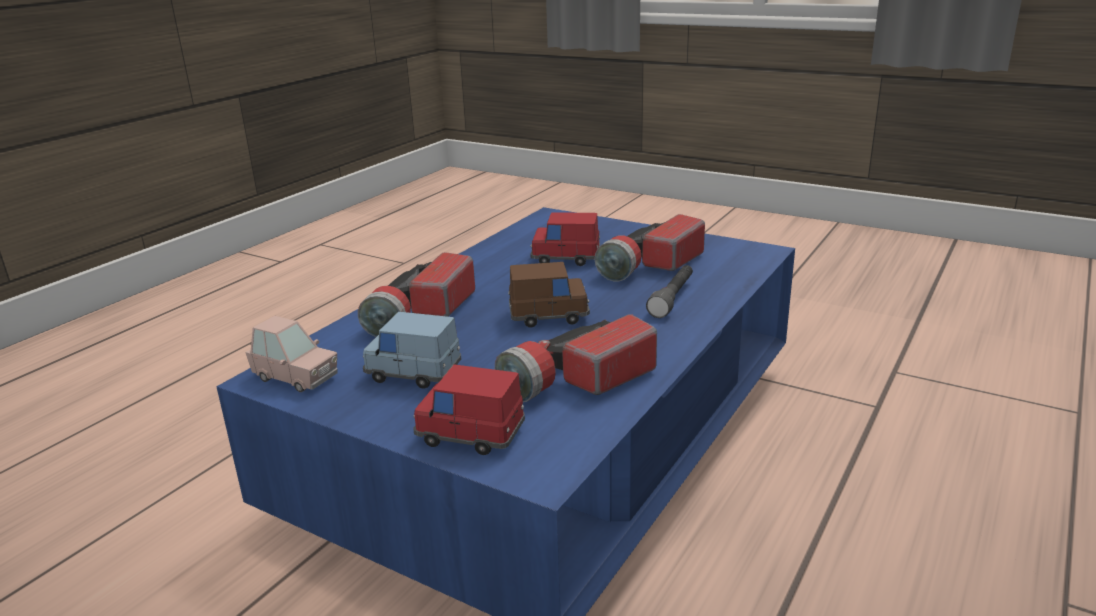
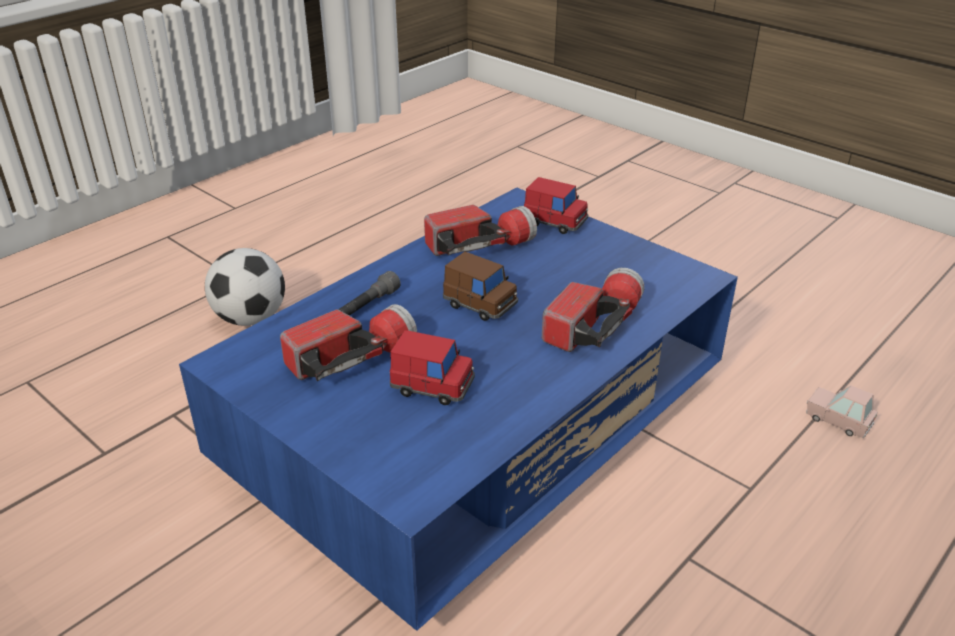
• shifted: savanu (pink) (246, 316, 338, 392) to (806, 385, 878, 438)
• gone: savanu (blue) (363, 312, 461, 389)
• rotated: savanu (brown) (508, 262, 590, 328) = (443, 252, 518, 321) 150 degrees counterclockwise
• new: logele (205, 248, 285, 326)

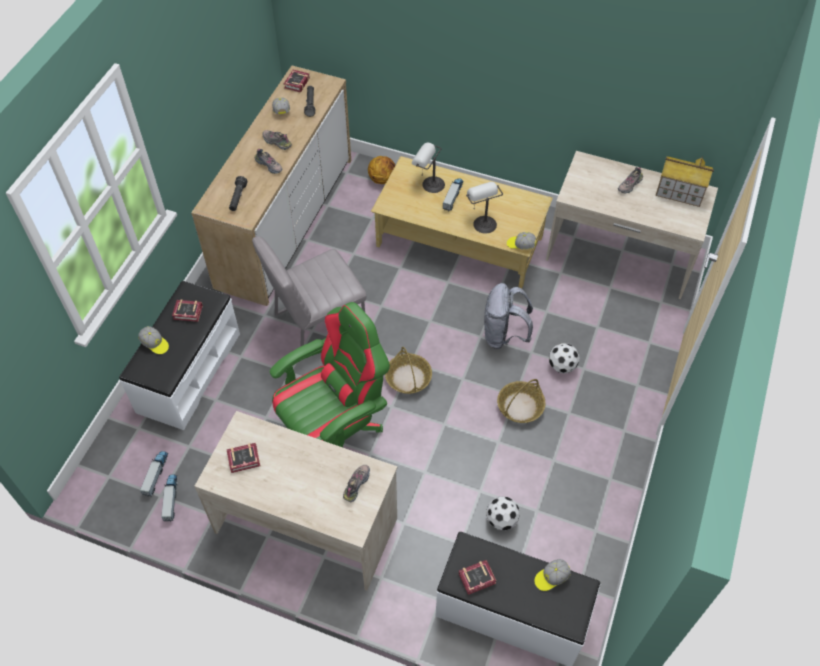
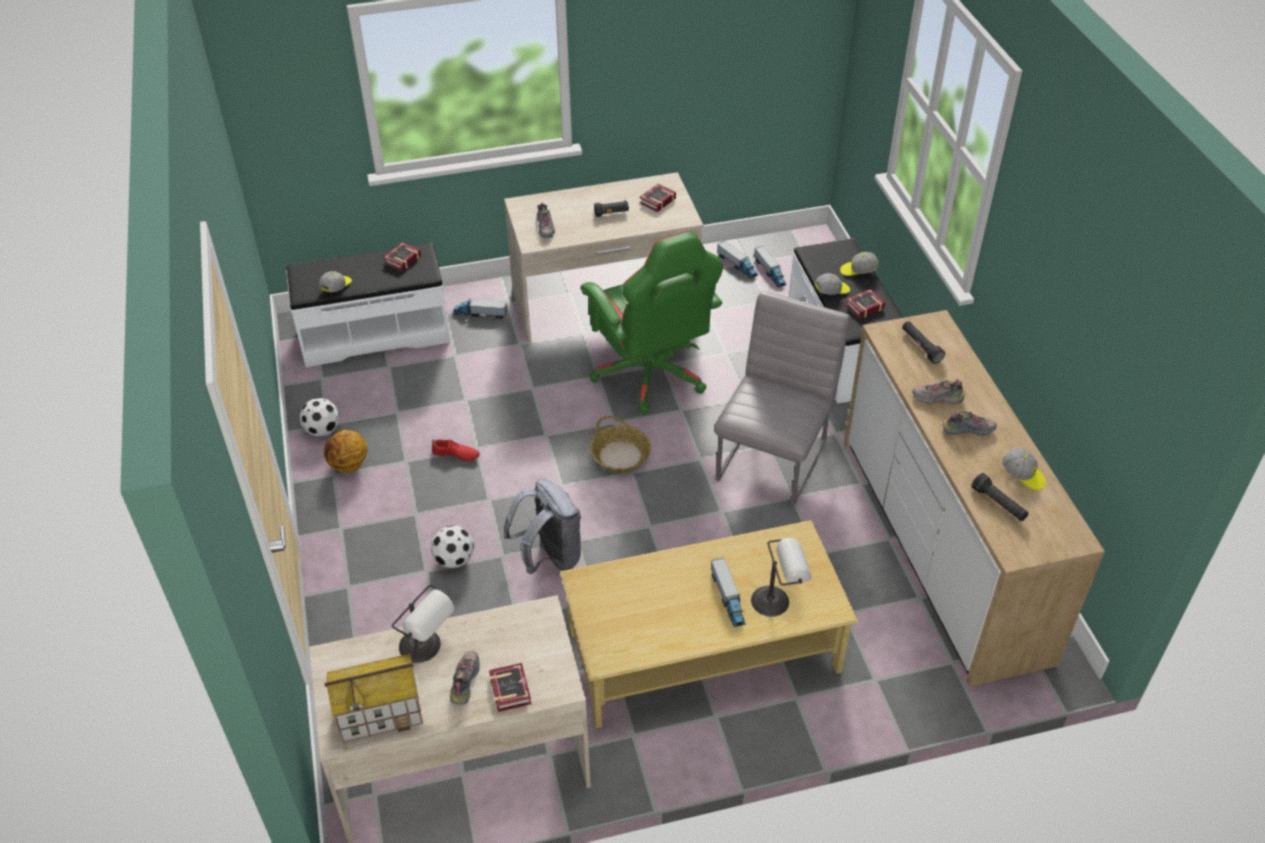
• rotated: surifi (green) (270, 302, 390, 448) = (580, 231, 723, 414) 45 degrees counterclockwise
• shifted: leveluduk (284, 70, 310, 93) to (489, 663, 531, 712)
• shifted: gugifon (368, 156, 395, 184) to (324, 430, 368, 473)
• shifted: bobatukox (466, 182, 503, 234) to (392, 585, 454, 663)
• shifted: logele (486, 496, 520, 530) to (299, 398, 339, 437)
• gone: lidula (497, 379, 546, 423)
• shifted: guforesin (507, 232, 537, 250) to (814, 273, 850, 295)
• new: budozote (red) (432, 439, 480, 461)
• new: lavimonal (453, 298, 508, 319)
• new: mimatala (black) (594, 200, 629, 217)

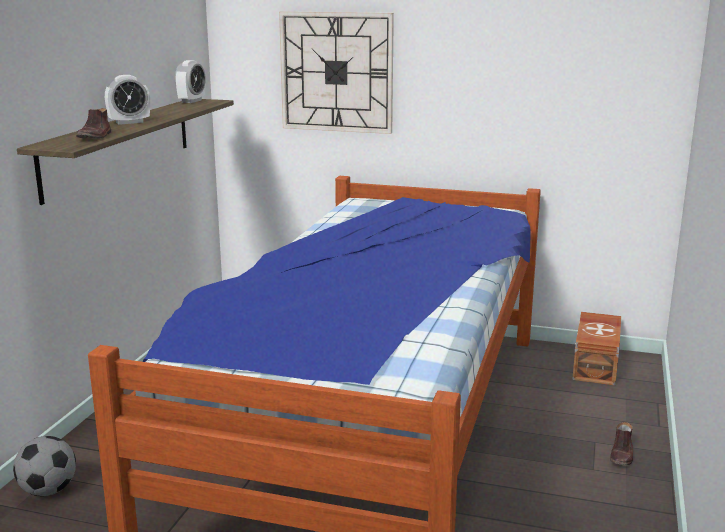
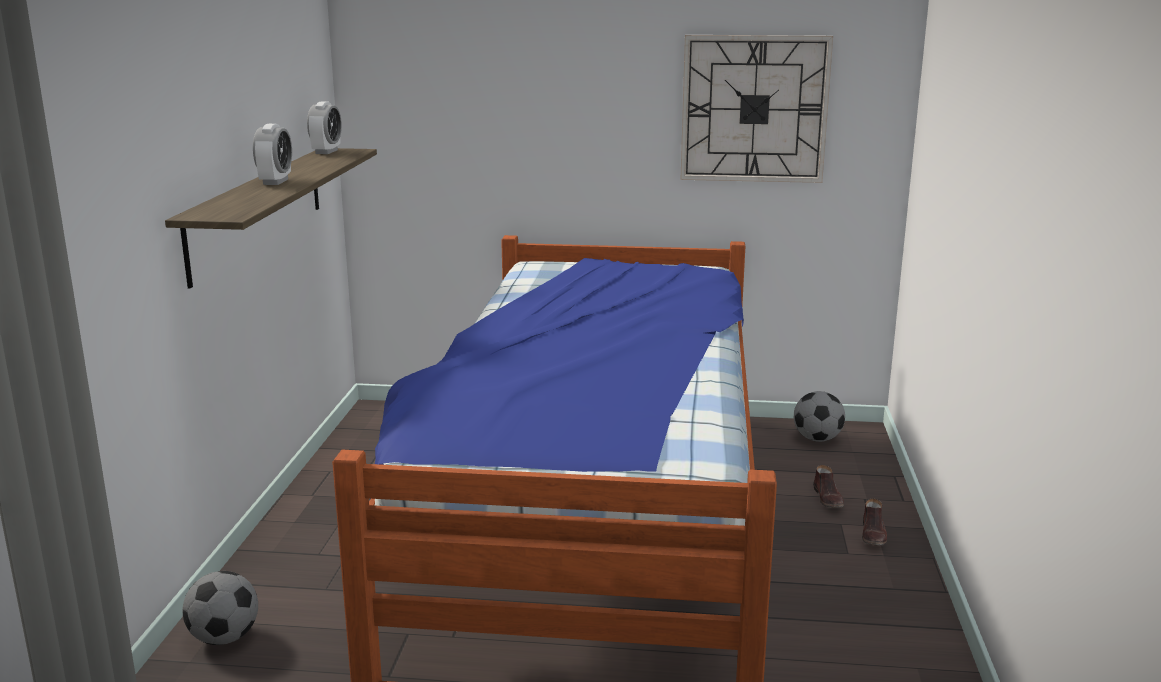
• shifted: budozote (brown) (76, 108, 111, 139) to (813, 465, 844, 508)
• rotated: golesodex (105, 75, 150, 125) = (253, 124, 292, 185) 45 degrees counterclockwise
• shifted: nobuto (279, 11, 394, 134) to (680, 35, 833, 183)
• swapped: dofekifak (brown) (572, 312, 621, 385) to logele (794, 391, 845, 442)

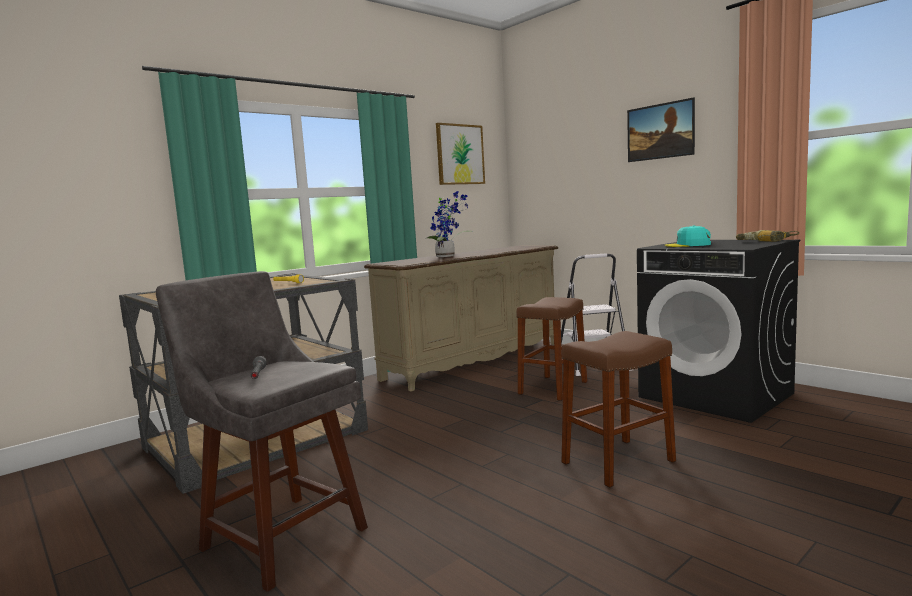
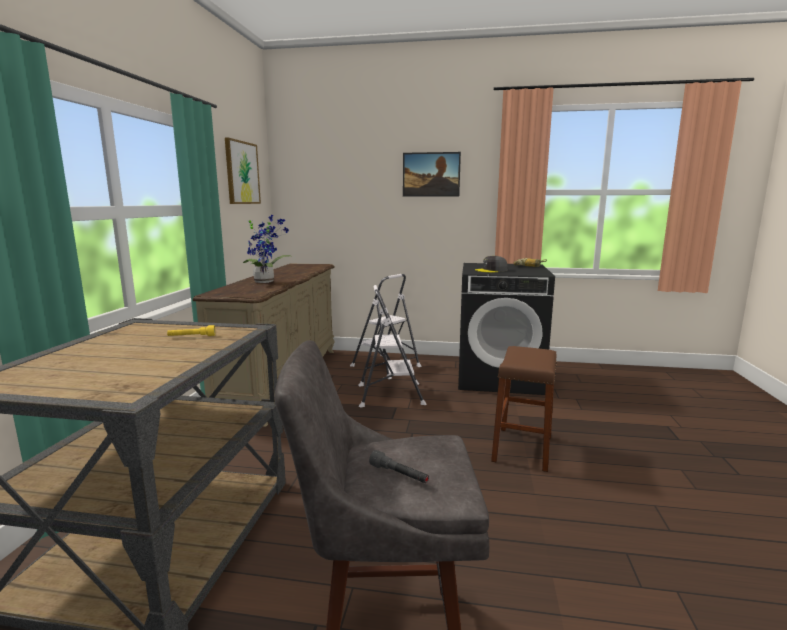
• swapped: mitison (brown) (517, 297, 587, 401) to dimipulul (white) (358, 285, 426, 407)
• repainted: guforesin (turquoise) (664, 225, 711, 247) to guforesin (grey) (475, 256, 508, 273)

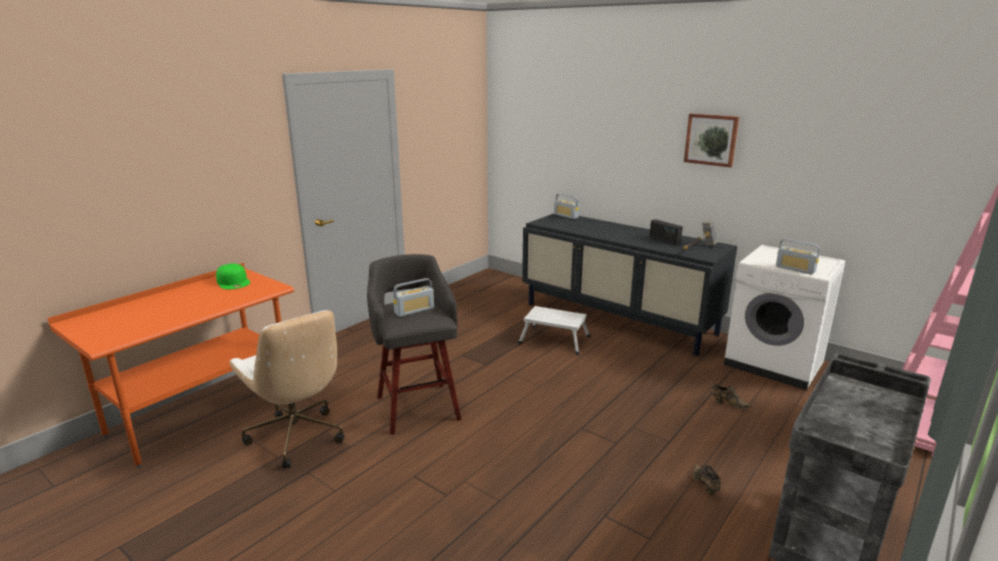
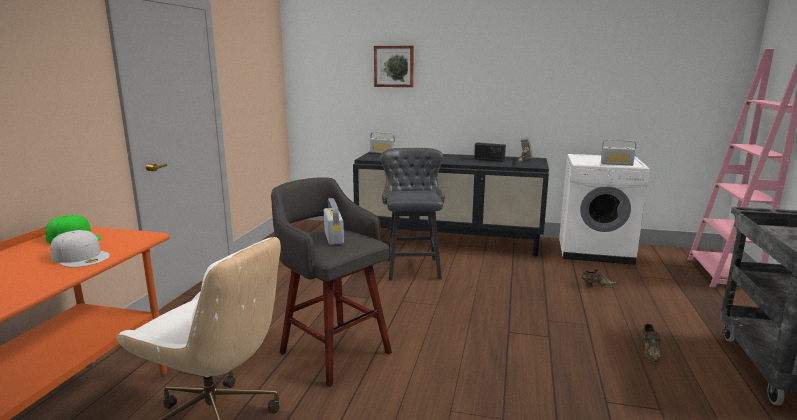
• rotated: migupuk (393, 278, 434, 317) = (324, 198, 344, 245) 45 degrees counterclockwise
• swapped: dimipulul (white) (517, 306, 591, 356) to mitison (grey) (380, 148, 445, 280)
• shifted: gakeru (684, 113, 739, 167) to (374, 46, 414, 87)
• rotated: budozote (brown) (693, 464, 721, 495) = (642, 324, 662, 362) 135 degrees counterclockwise
• new: guforesin (white) (50, 230, 110, 268)

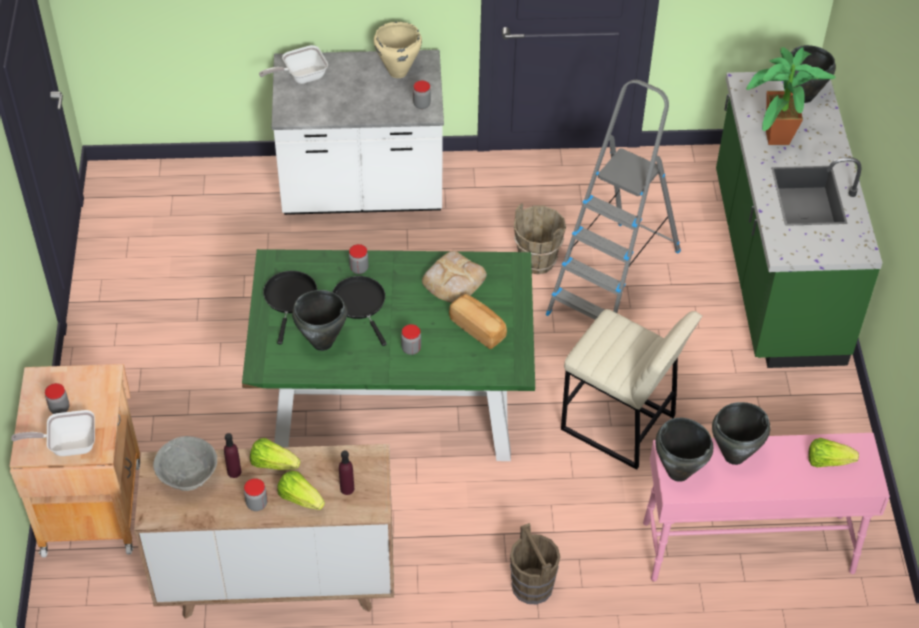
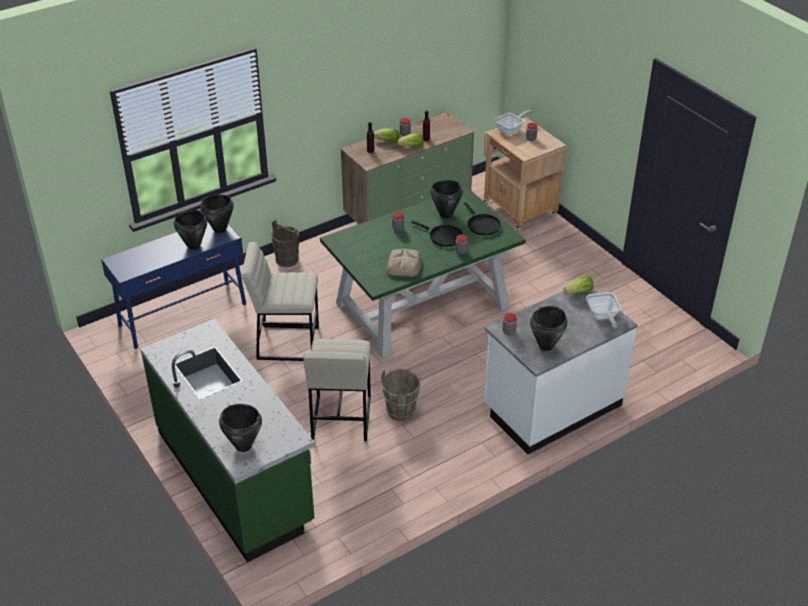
• gone: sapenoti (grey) (153, 436, 217, 491)
• rotated: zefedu (259, 45, 328, 84) = (586, 292, 621, 328) 135 degrees clockwise
• repainted: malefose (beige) (374, 22, 422, 78) to malefose (black) (530, 306, 567, 351)
• gone: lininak (449, 294, 507, 349)
• swapped: dimipulul (grey) (546, 80, 681, 320) to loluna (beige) (303, 339, 371, 441)
• repainted: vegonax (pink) (643, 433, 890, 582) to vegonax (blue) (101, 221, 246, 349)
• gone: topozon (746, 47, 835, 145)
• shifted: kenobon (808, 438, 859, 467) to (564, 275, 594, 294)

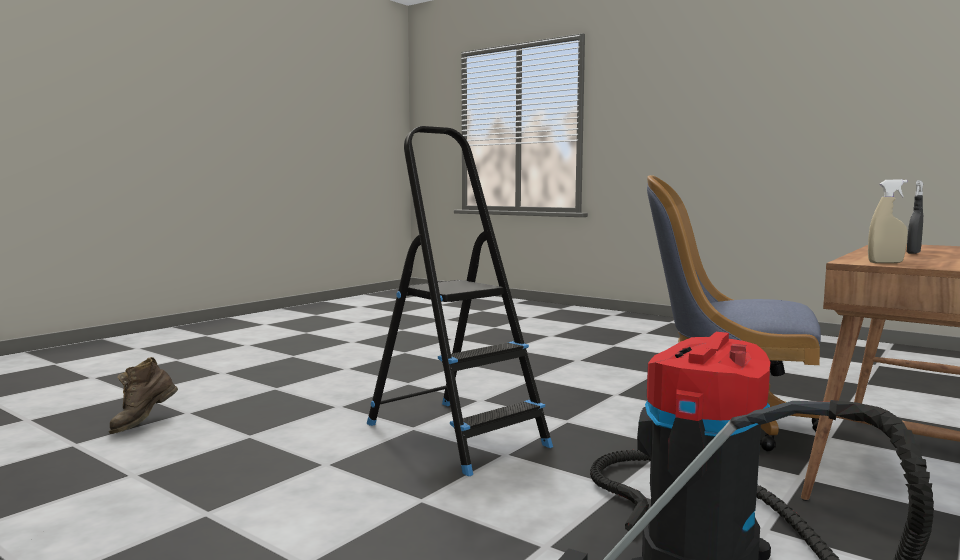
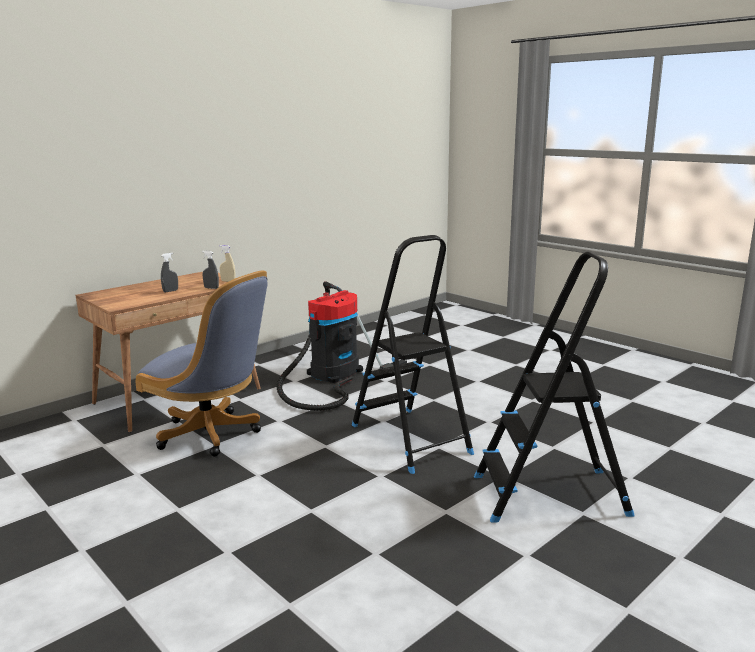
• gone: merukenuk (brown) (109, 357, 178, 434)
• new: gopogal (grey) (202, 250, 219, 289)
• new: dimipulul (black) (474, 252, 635, 522)

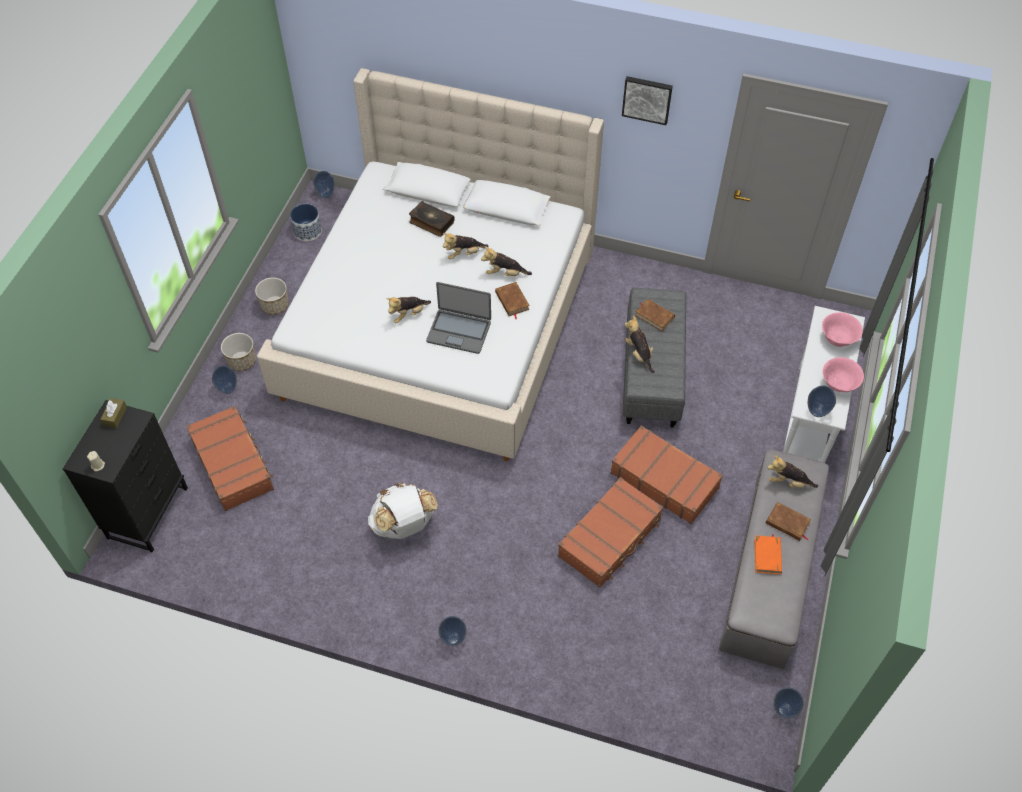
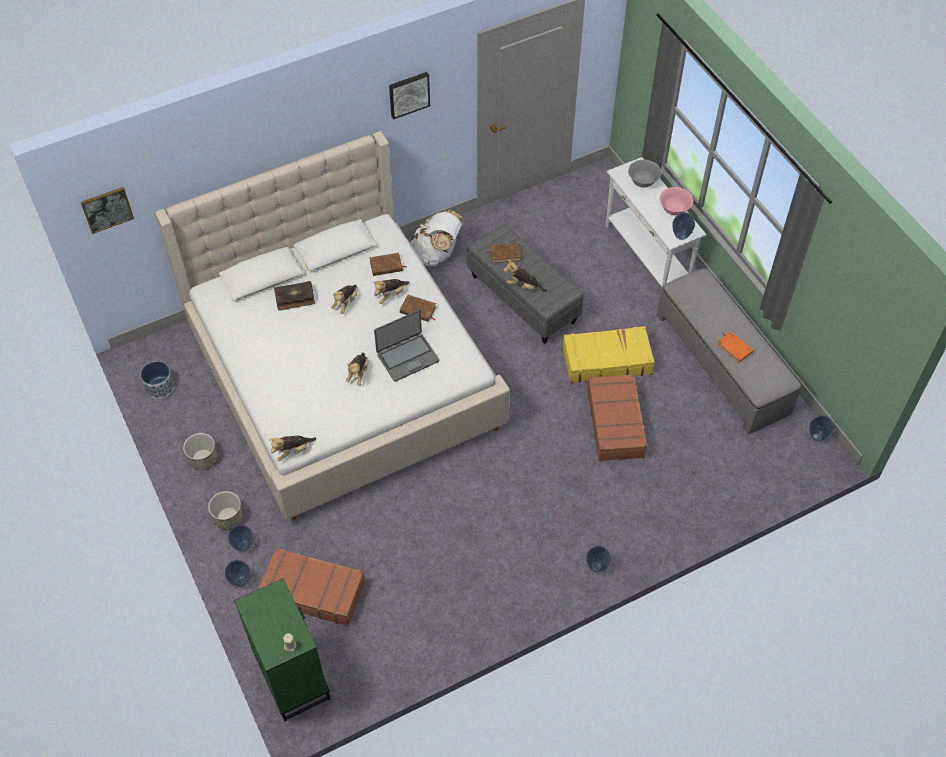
• repainted: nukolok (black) (63, 400, 188, 553) to nukolok (green) (234, 578, 330, 722)
• gone: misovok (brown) (100, 398, 127, 428)
• shifted: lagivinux (313, 171, 335, 198) to (225, 560, 250, 587)
• shifted: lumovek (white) (368, 483, 438, 539) to (410, 210, 463, 266)
• repainted: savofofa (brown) (610, 425, 723, 524) to savofofa (yellow) (562, 326, 655, 383)
• shifted: leveluduk (brown) (766, 502, 811, 541) to (369, 253, 407, 276)
• shifted: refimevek (767, 455, 818, 488) to (269, 436, 316, 461)
• repainted: sapenoti (pink) (822, 312, 863, 347) to sapenoti (grey) (628, 160, 662, 188)
• new: gakeru (81, 187, 134, 234)

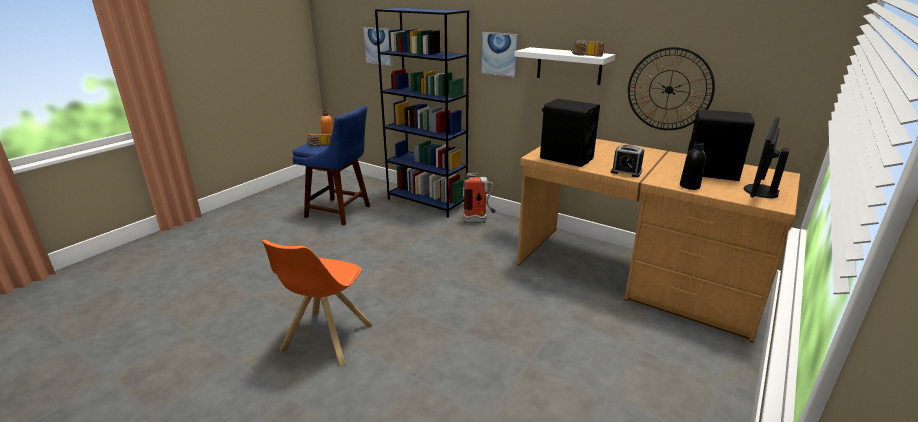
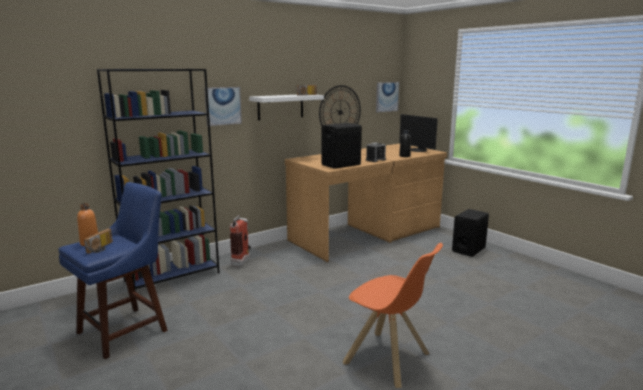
• shifted: gakeru (363, 27, 393, 66) to (376, 82, 399, 113)
• shifted: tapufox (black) (687, 109, 755, 181) to (452, 209, 489, 257)

